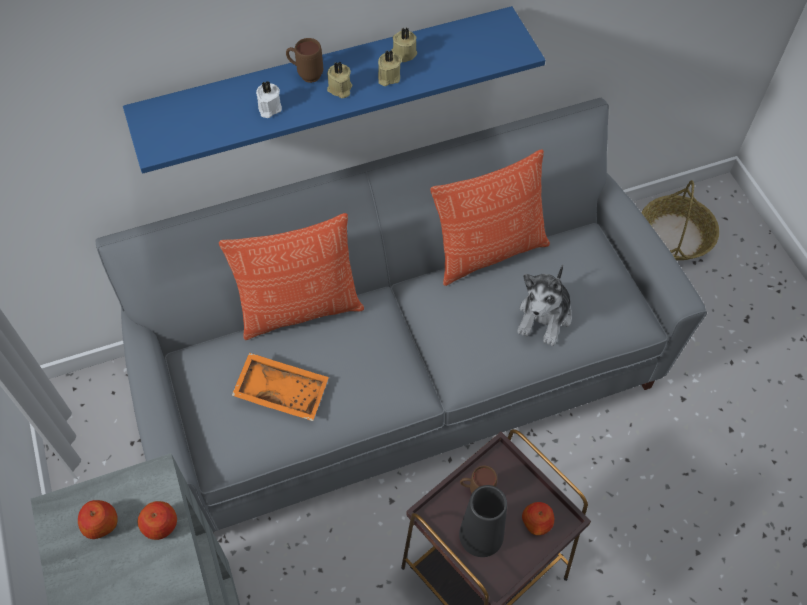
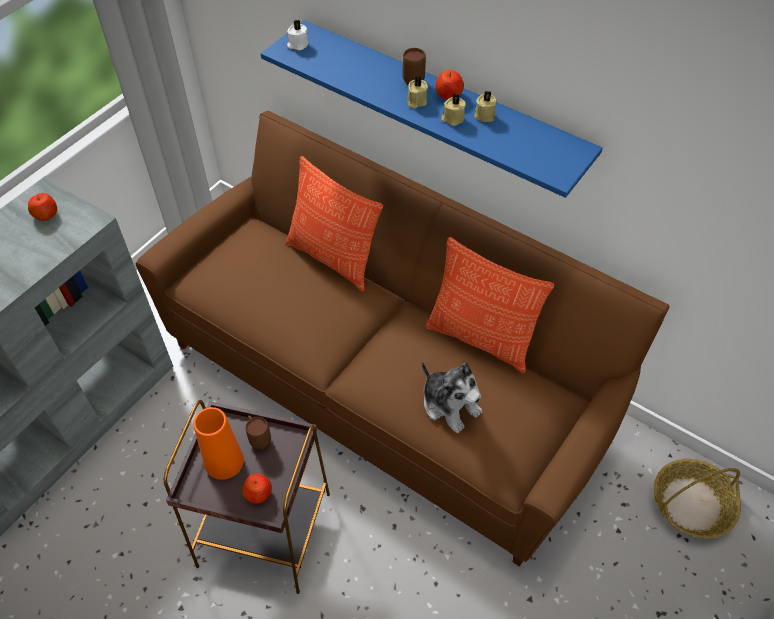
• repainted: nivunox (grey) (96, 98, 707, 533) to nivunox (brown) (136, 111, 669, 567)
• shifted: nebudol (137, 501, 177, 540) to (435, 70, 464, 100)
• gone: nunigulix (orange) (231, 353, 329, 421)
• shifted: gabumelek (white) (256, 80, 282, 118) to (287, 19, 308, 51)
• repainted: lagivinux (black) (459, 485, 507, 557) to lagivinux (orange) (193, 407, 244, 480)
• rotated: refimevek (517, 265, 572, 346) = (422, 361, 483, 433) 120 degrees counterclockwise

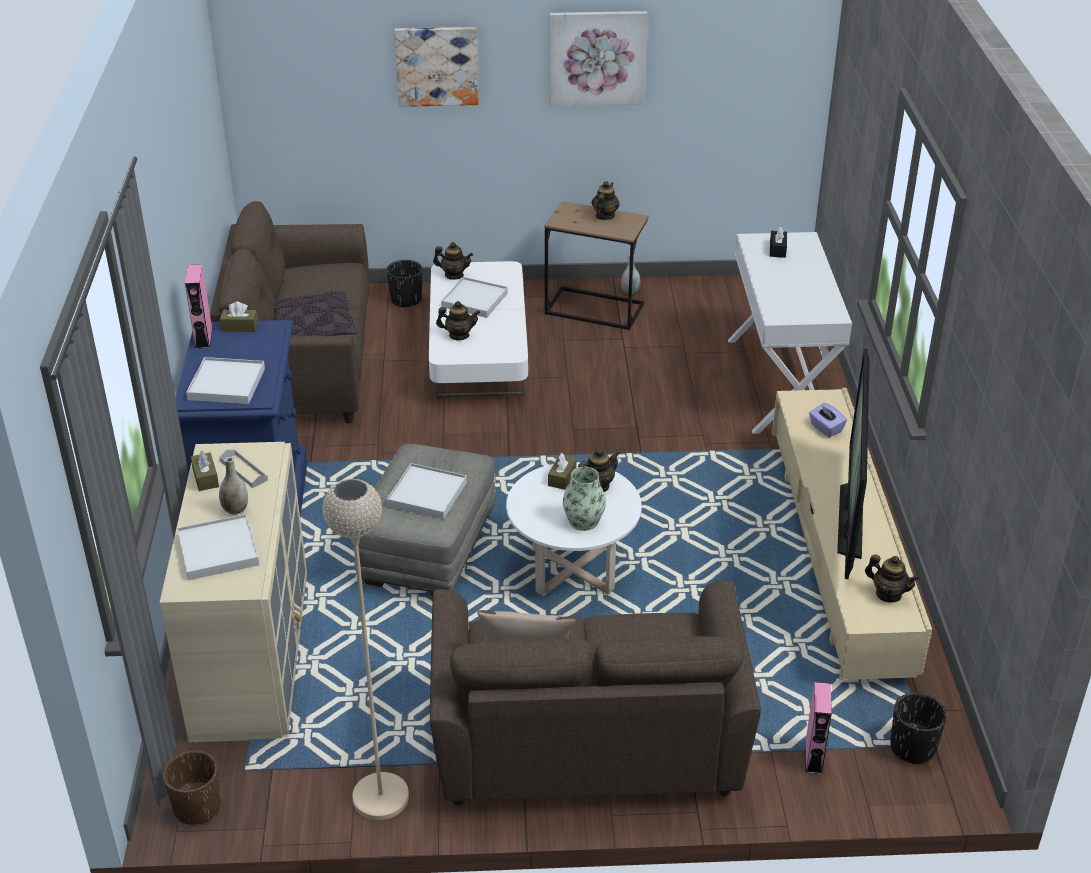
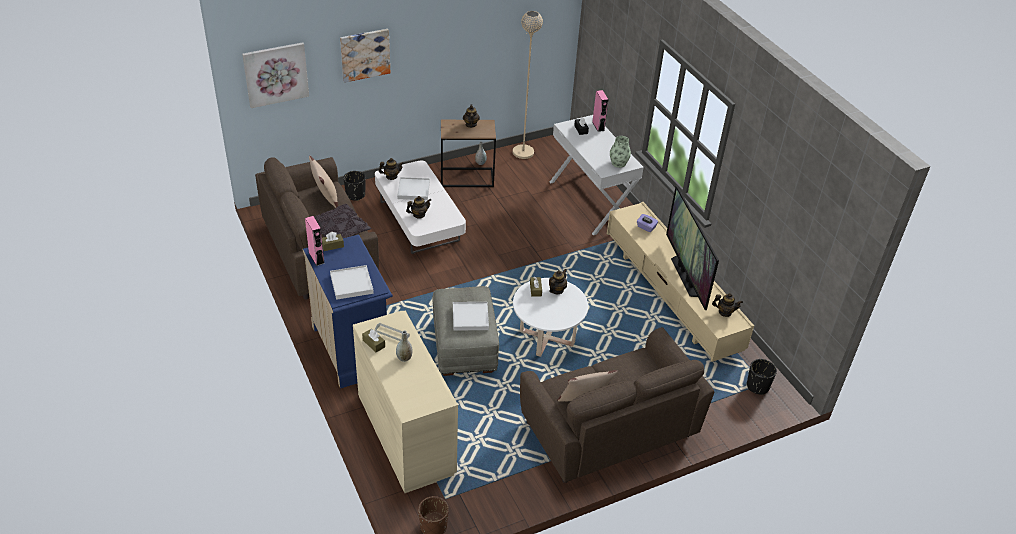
• gone: nunigulix (white) (177, 514, 259, 580)
• shifted: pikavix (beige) (323, 479, 409, 820) to (513, 11, 543, 159)
• shifted: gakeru (549, 11, 648, 106) to (242, 42, 309, 108)
• shifted: lagivinux (563, 467, 606, 531) to (610, 136, 631, 168)
• shifted: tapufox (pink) (805, 682, 832, 774) to (592, 90, 608, 132)
• new: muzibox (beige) (309, 156, 338, 208)

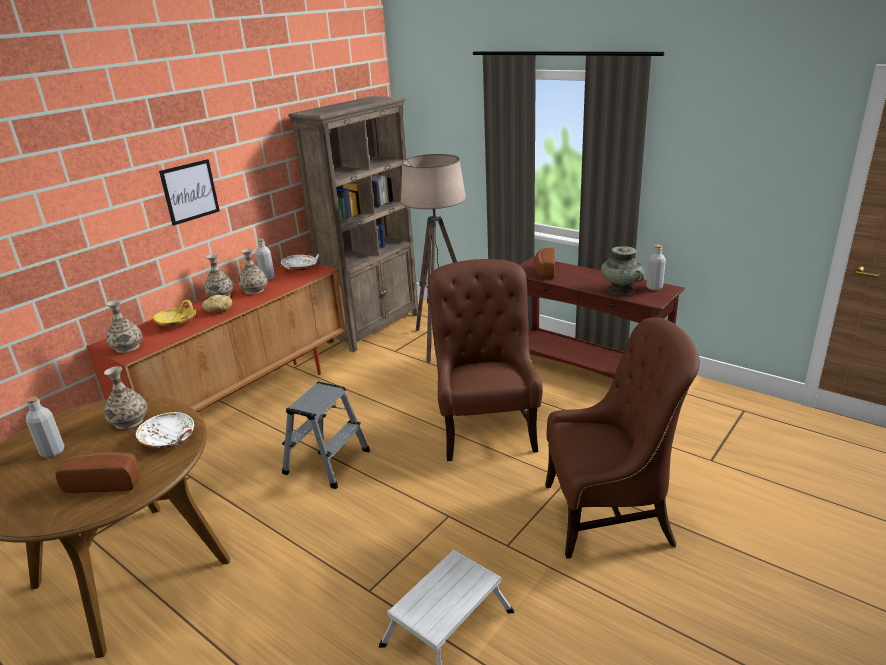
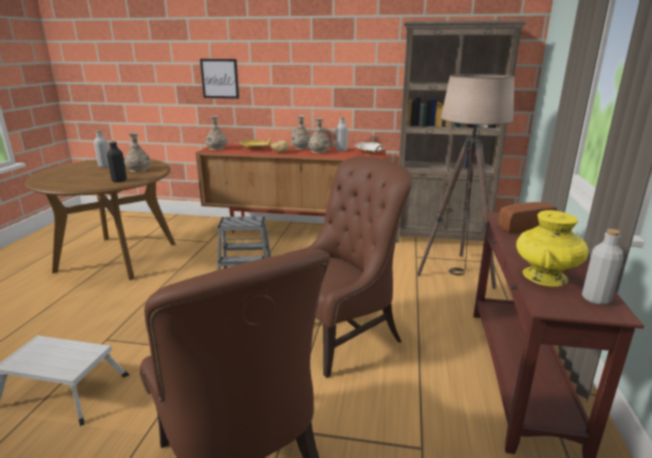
• gone: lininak (55, 452, 140, 493)
• swapped: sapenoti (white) (136, 412, 194, 449) to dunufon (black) (107, 140, 127, 182)
• shifted: gakeru (159, 159, 220, 226) to (200, 59, 239, 99)
• repainted: lagivinux (turquoise) (601, 246, 644, 295) to lagivinux (yellow) (516, 210, 588, 287)

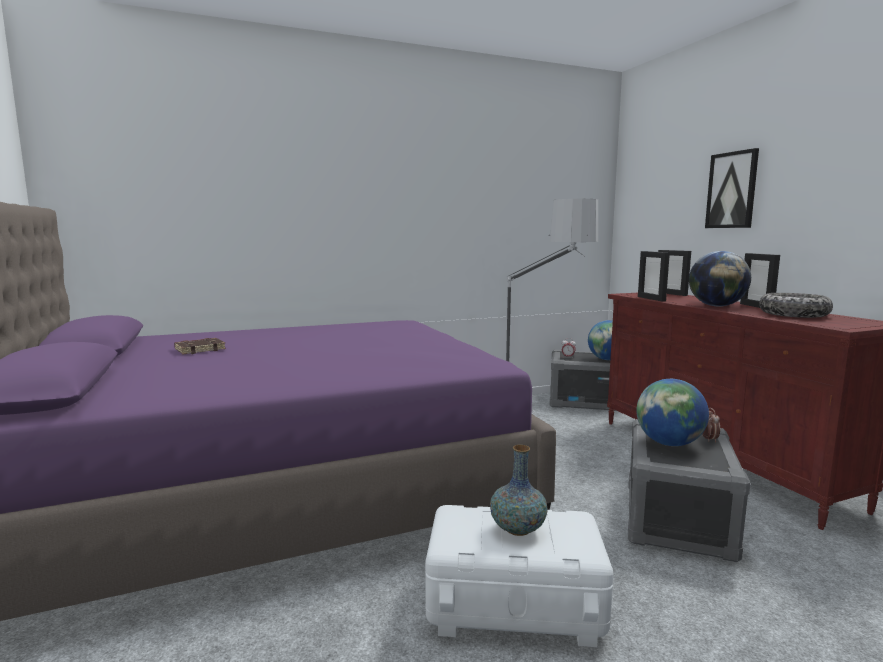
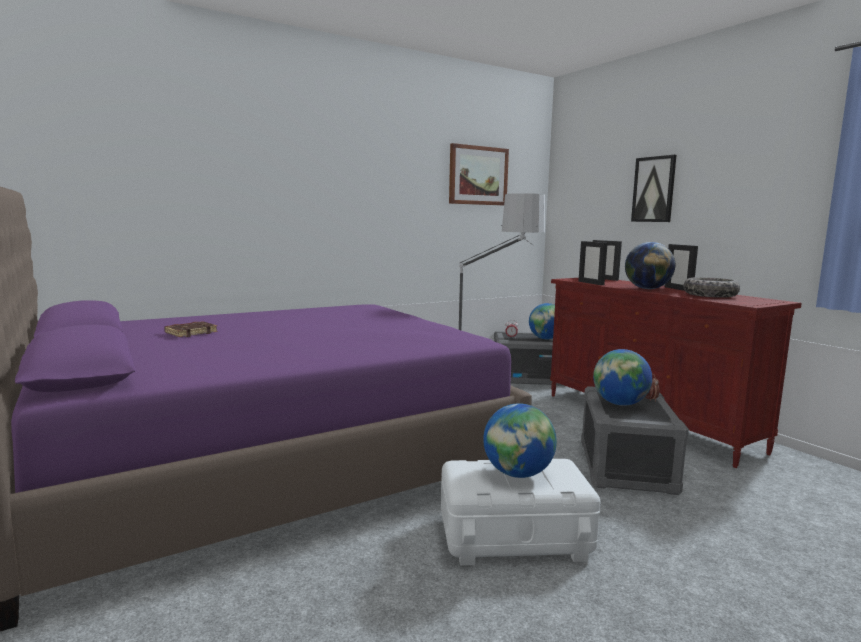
• swapped: lagivinux (490, 445, 548, 536) to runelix (483, 403, 557, 478)
• new: gakeru (449, 143, 509, 206)

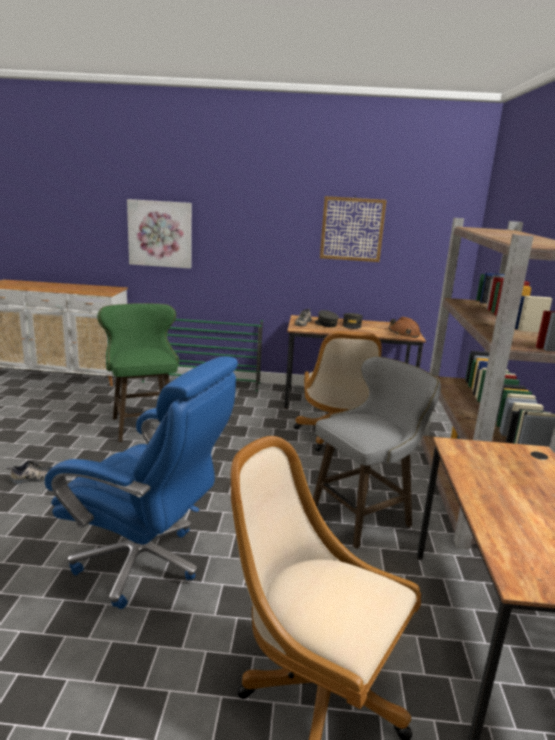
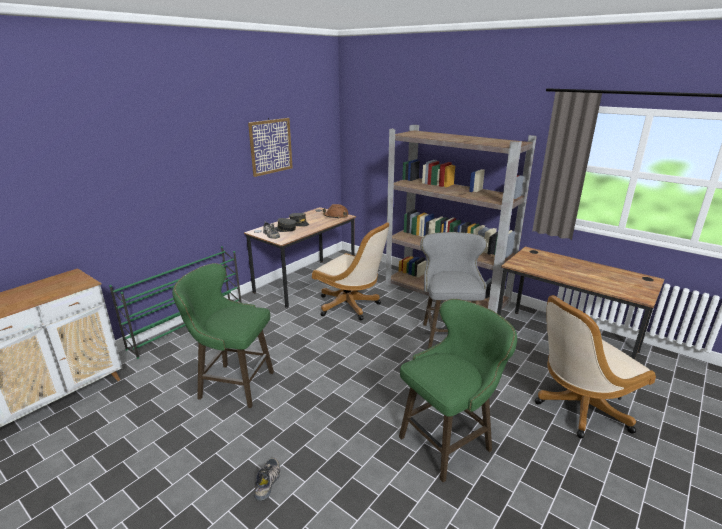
• swapped: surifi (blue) (45, 357, 238, 609) to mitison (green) (399, 299, 517, 482)
• gone: gakeru (127, 199, 192, 269)

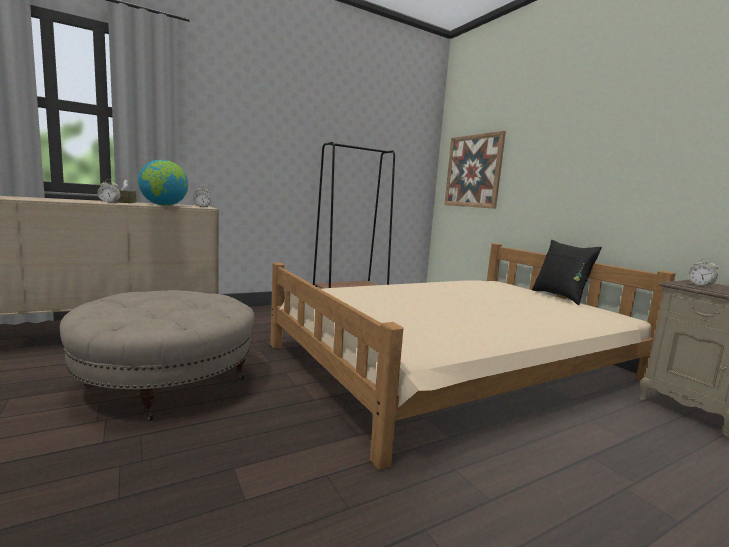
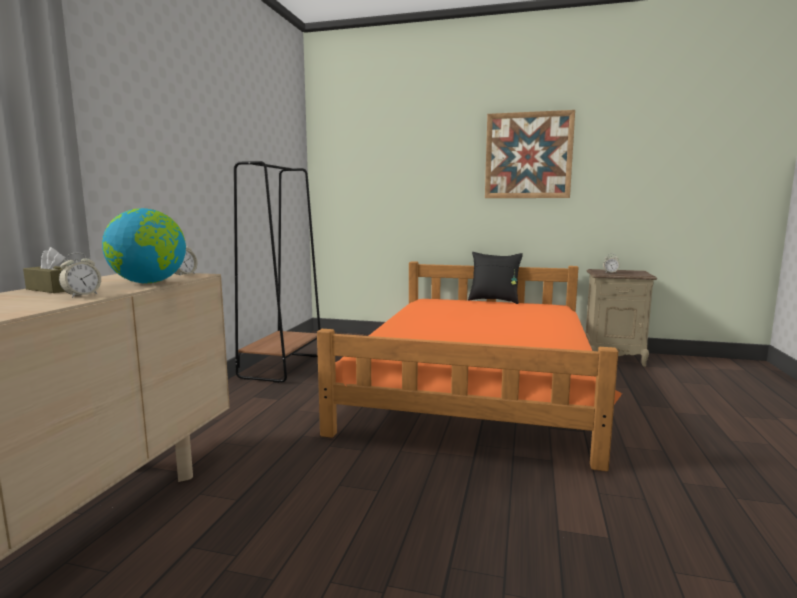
• gone: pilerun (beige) (60, 290, 254, 421)
• repainted: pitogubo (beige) (270, 243, 675, 470) to pitogubo (orange) (317, 261, 622, 471)
• shifted: gakeru (444, 131, 506, 209) to (485, 110, 575, 198)

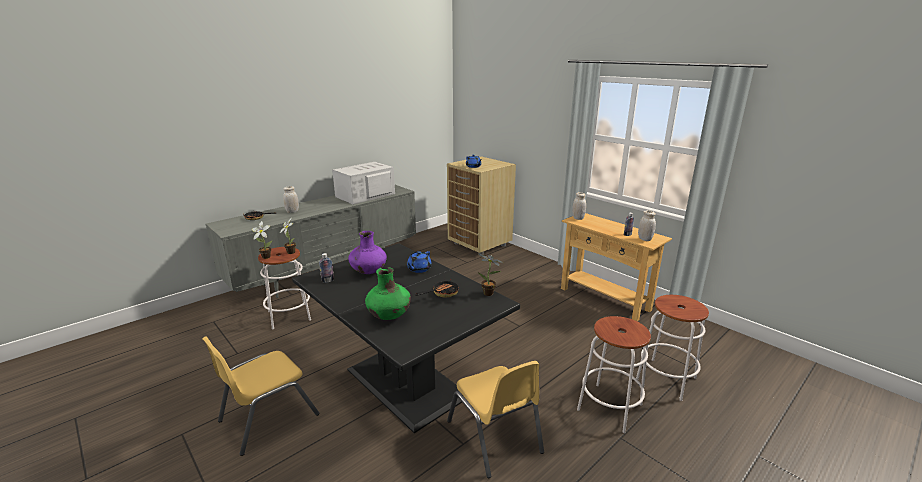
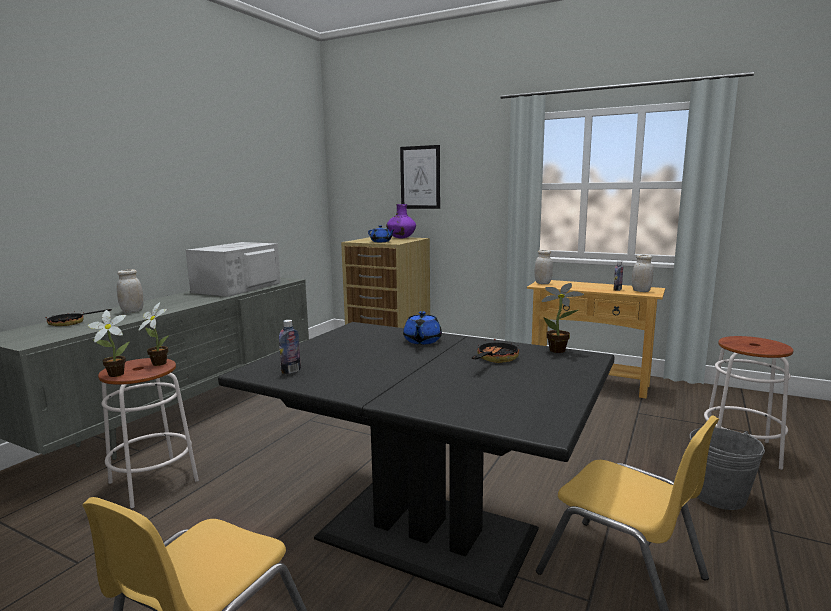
• shifted: lagivinux (purple) (348, 231, 387, 274) to (386, 204, 416, 239)
• gone: lagivinux (green) (365, 267, 411, 320)
• swapped: mitison (white) (577, 316, 651, 433) to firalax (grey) (690, 428, 765, 510)
• new: gakeru (400, 145, 440, 209)

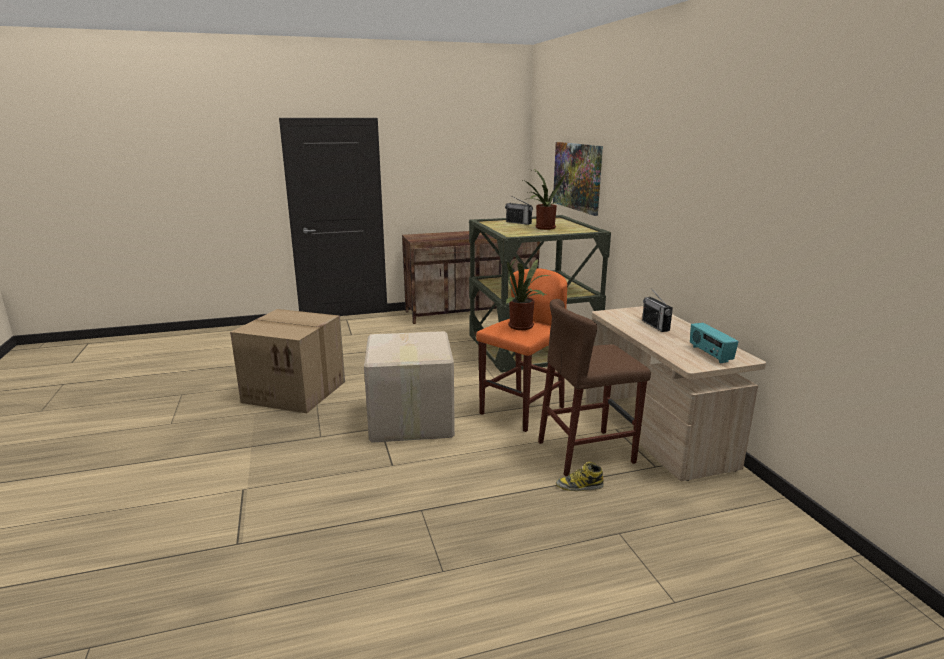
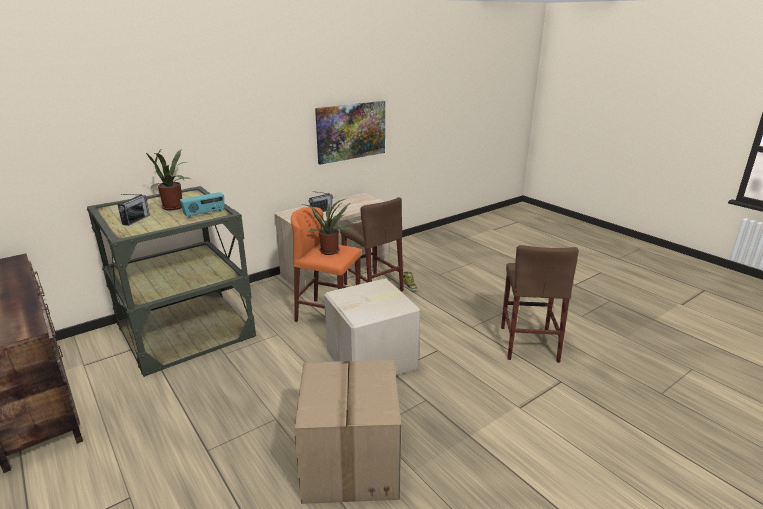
• shifted: gakeru (553, 142, 603, 216) to (315, 101, 385, 164)
• shifted: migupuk (690, 323, 739, 364) to (180, 192, 224, 218)
• new: mitison (brown) (501, 245, 579, 363)

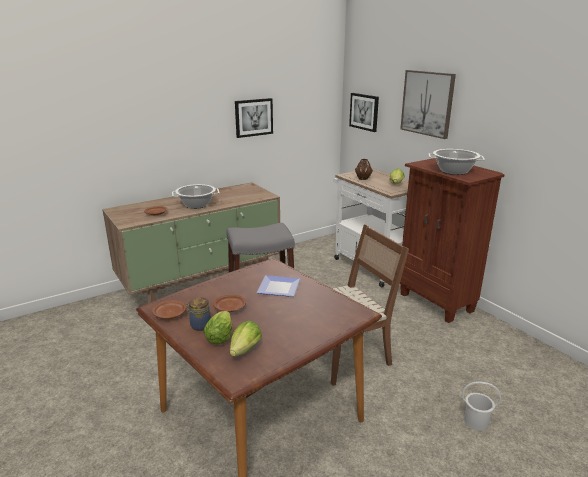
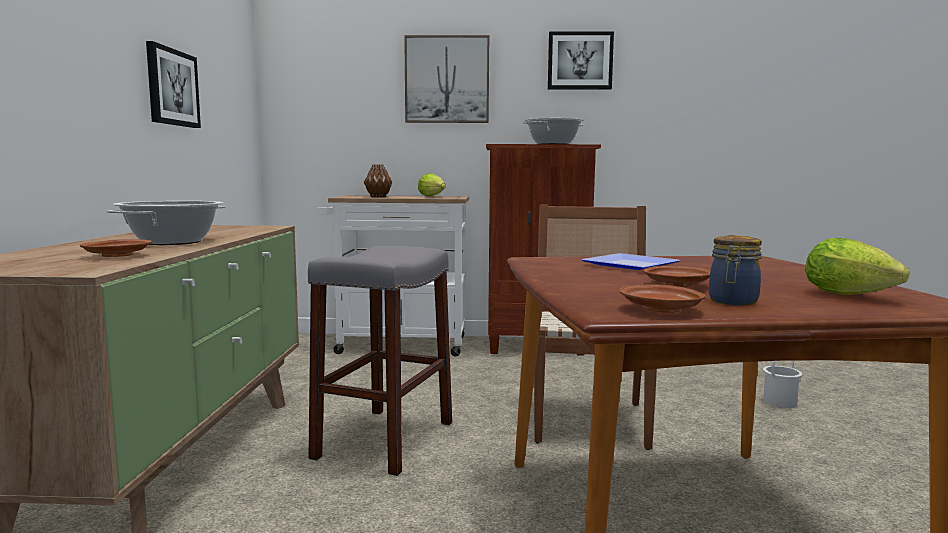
• gone: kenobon (203, 311, 232, 345)
• shifted: gakeru (349, 93, 379, 132) to (548, 31, 614, 90)

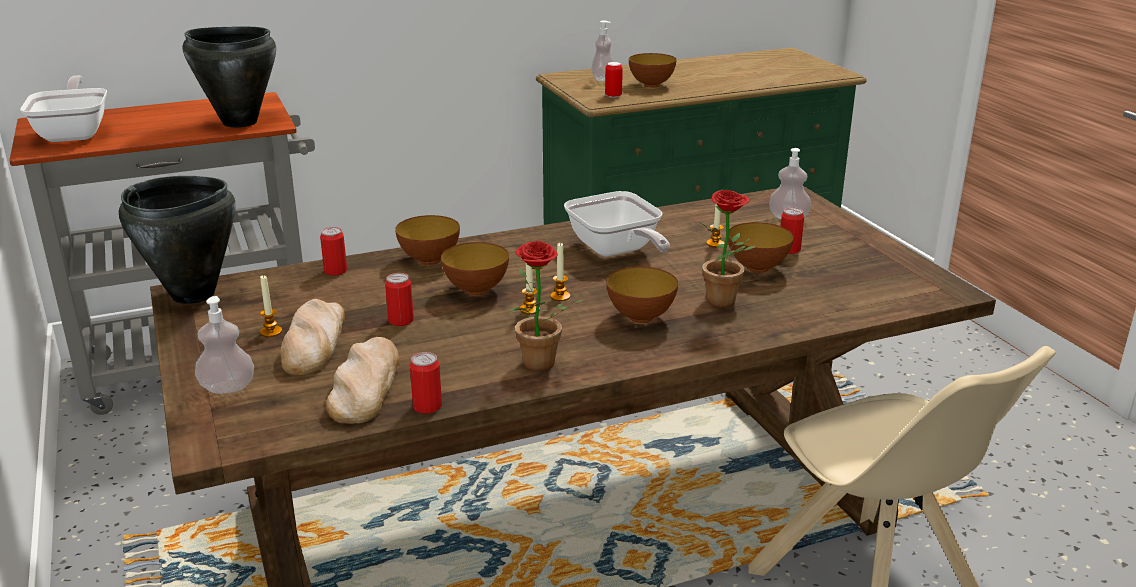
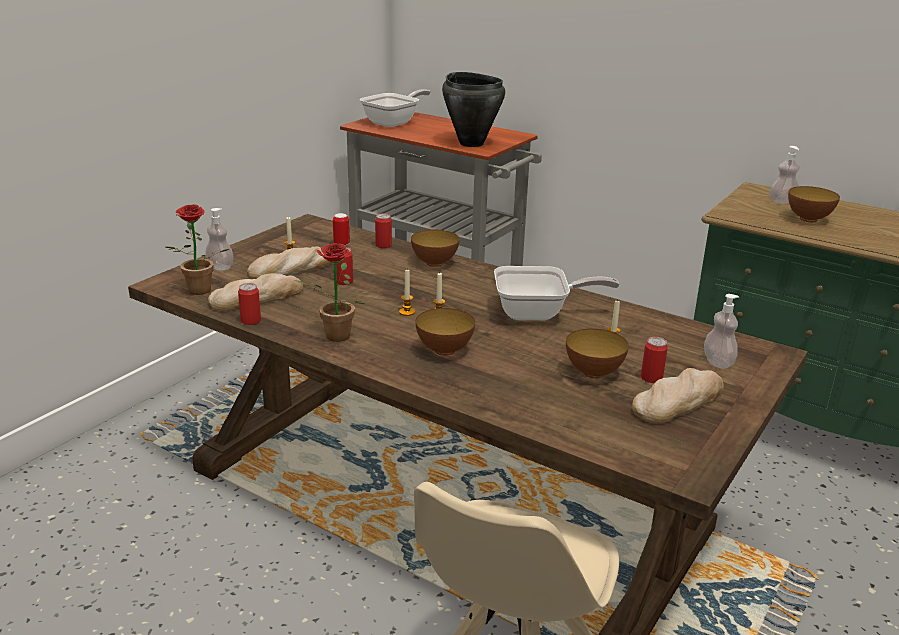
• gone: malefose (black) (119, 176, 236, 304)
• gone: sapenoti (441, 242, 509, 295)
• rotated: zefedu (564, 191, 670, 256) = (494, 266, 620, 320) 120 degrees counterclockwise
• shifted: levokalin (605, 62, 623, 98) to (333, 213, 350, 246)
• shifted: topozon (699, 190, 756, 307) to (165, 204, 229, 295)
• new: lininak (632, 368, 724, 423)

